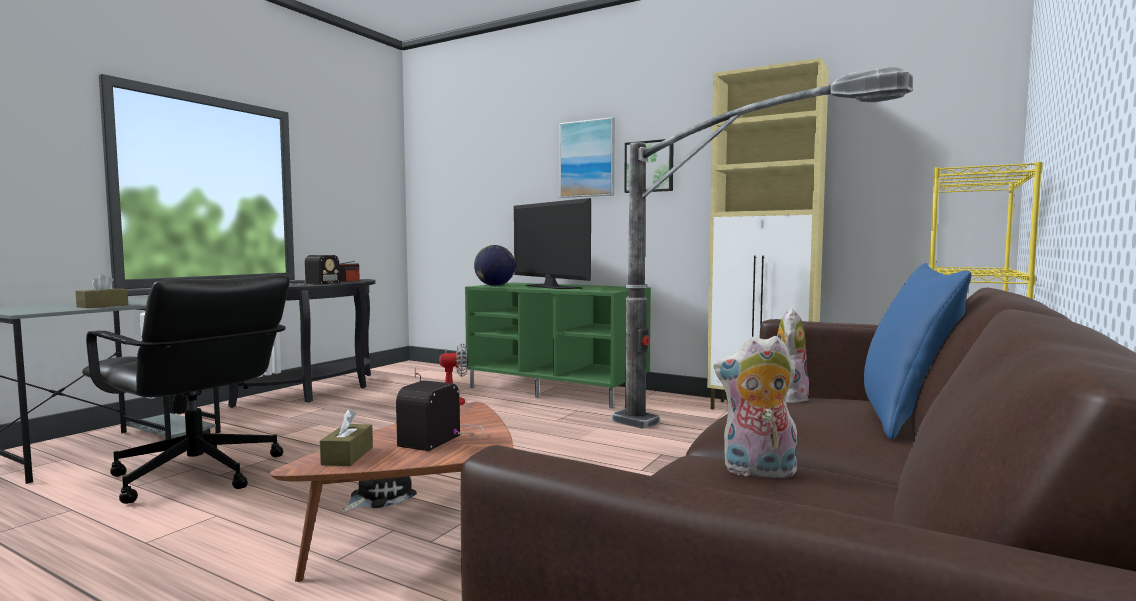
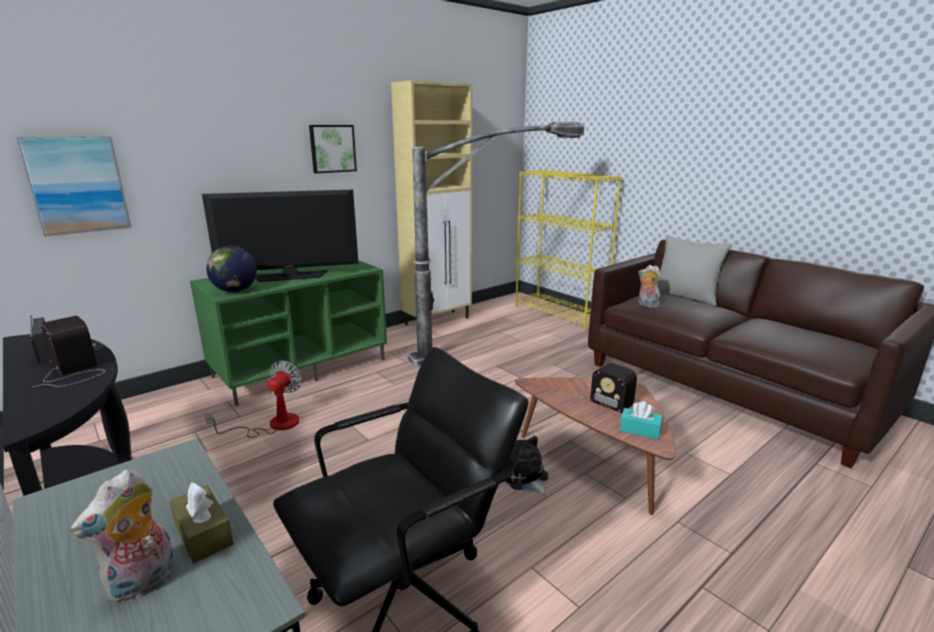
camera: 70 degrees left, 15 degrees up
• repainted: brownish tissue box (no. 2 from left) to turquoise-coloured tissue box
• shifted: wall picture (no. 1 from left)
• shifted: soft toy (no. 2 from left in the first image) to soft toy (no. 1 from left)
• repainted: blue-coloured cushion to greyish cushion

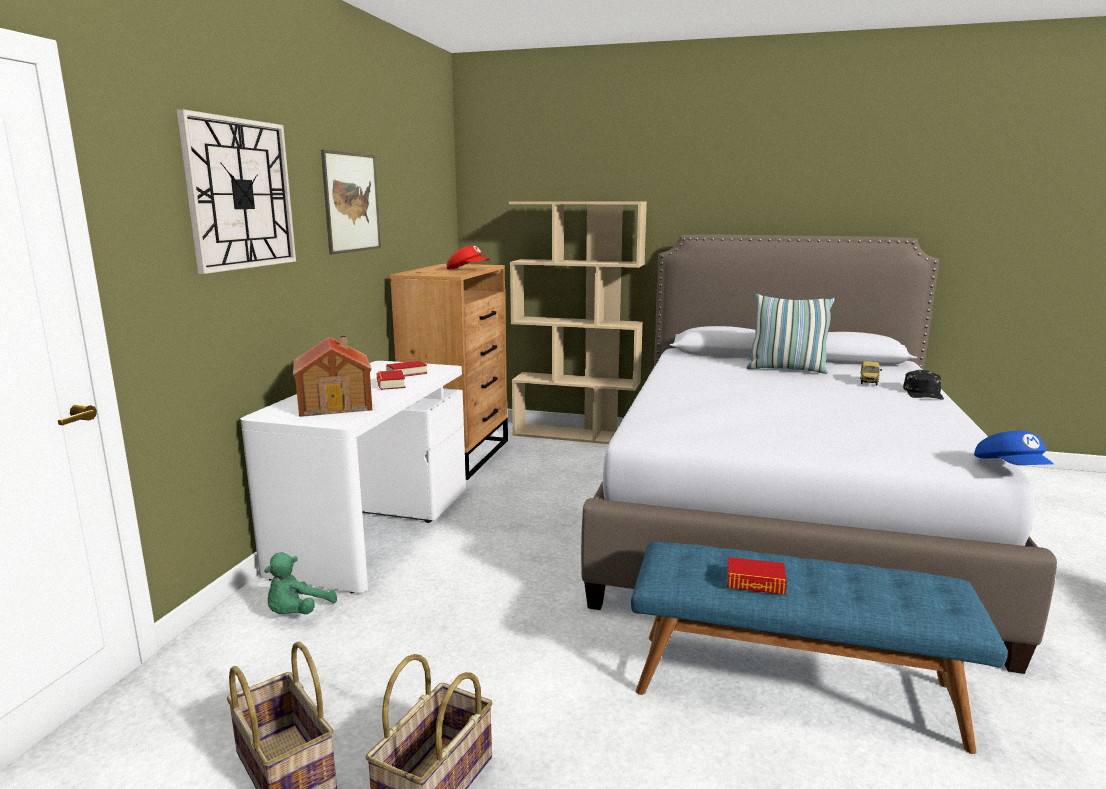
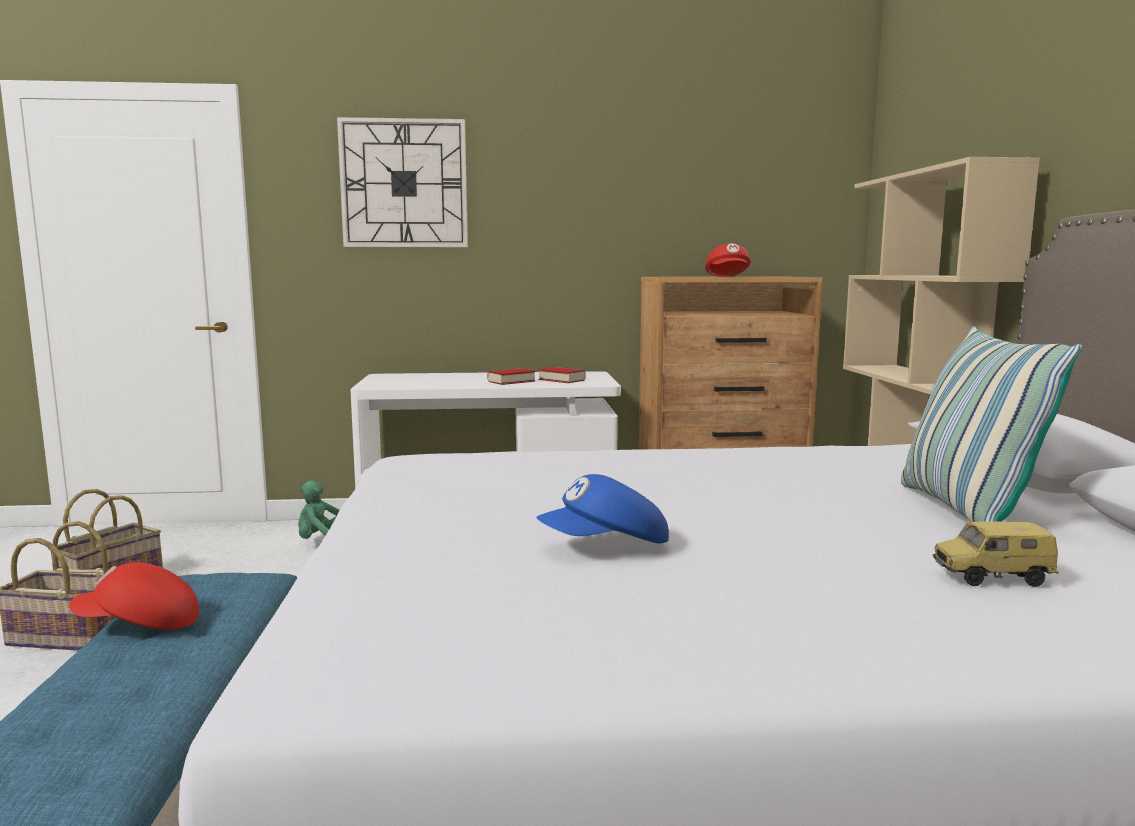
camera: 70 degrees right, 5 degrees down
• gone: miniature house
• gone: wall picture
• swapped: volume (no. 3 from left) to red baseball cap (no. 1 from left)
• gone: black-coloured baseball cap
• shifted: blue-coloured baseball cap

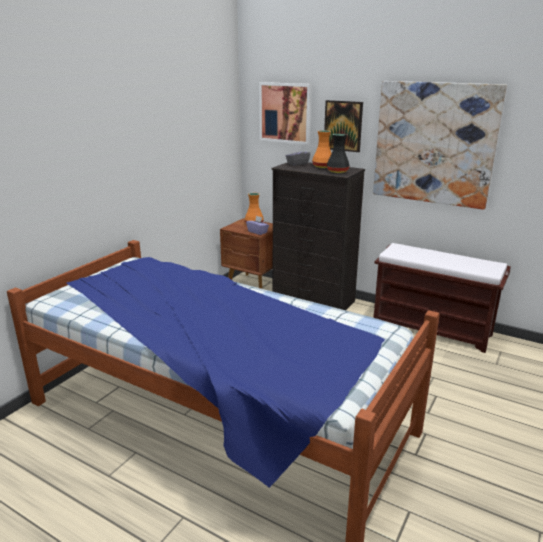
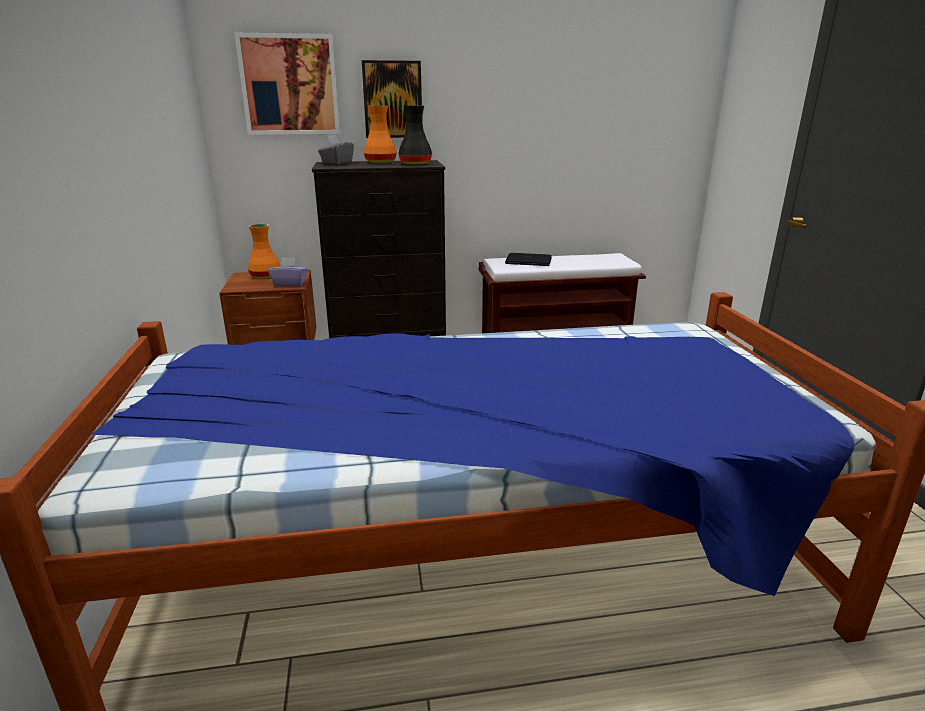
camera: 40 degrees left, 0 degrees up
• gone: wall picture (no. 3 from left)
• new: laptop

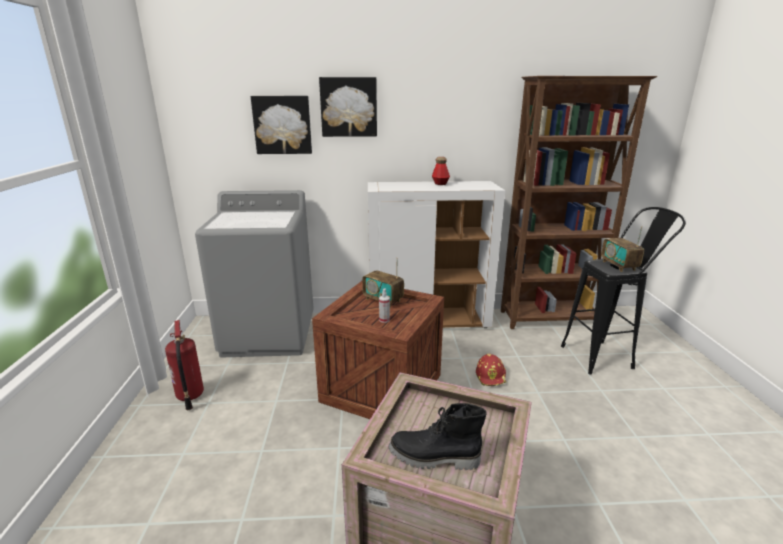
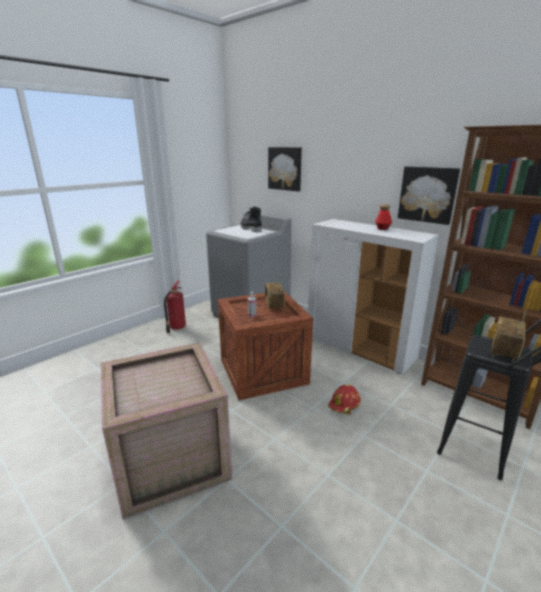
camera: 45 degrees right, 0 degrees up
• shifted: wall picture (no. 2 from left)
• shifted: black-coloured boot

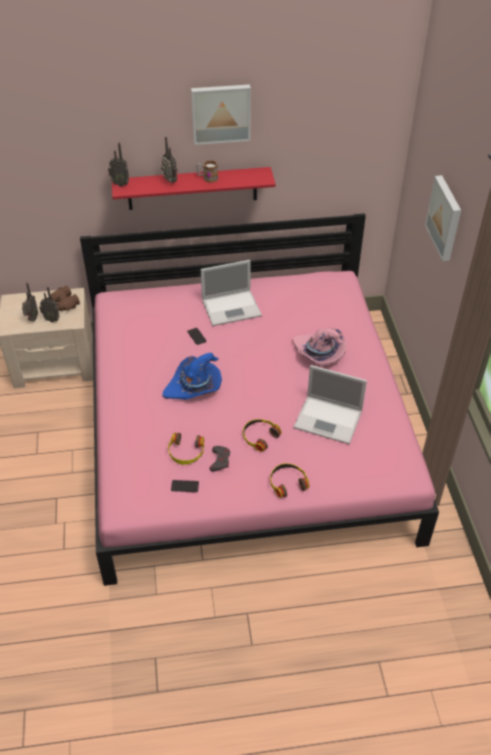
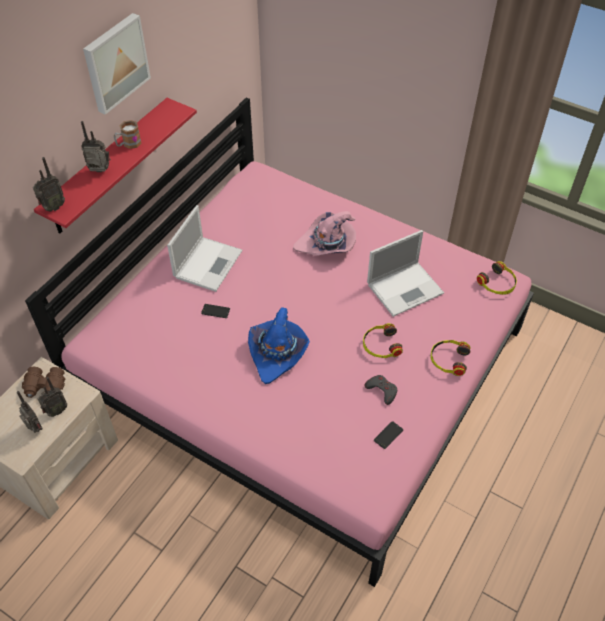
camera: 50 degrees left, 5 degrees up
• shifted: headset (no. 1 from left in the first image) to headset (no. 3 from left)
• gone: wall picture (no. 2 from left)

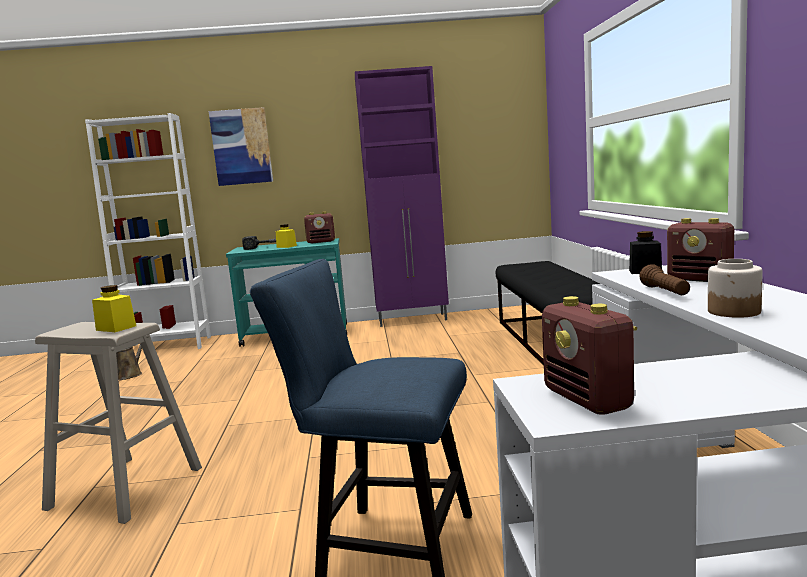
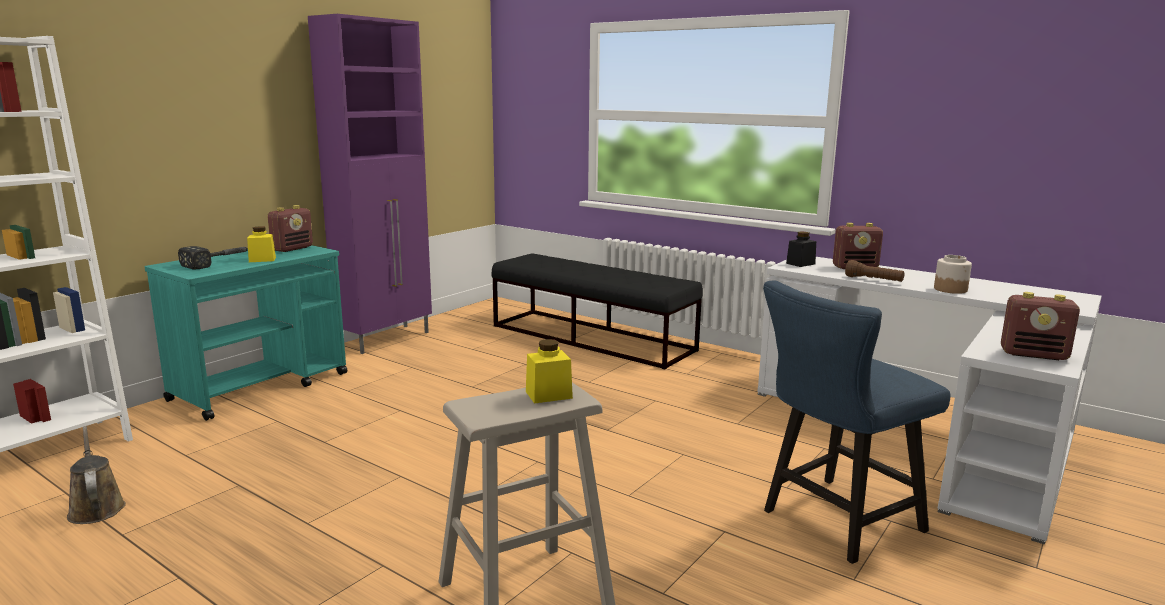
camera: 50 degrees left, 5 degrees up
• gone: wall picture

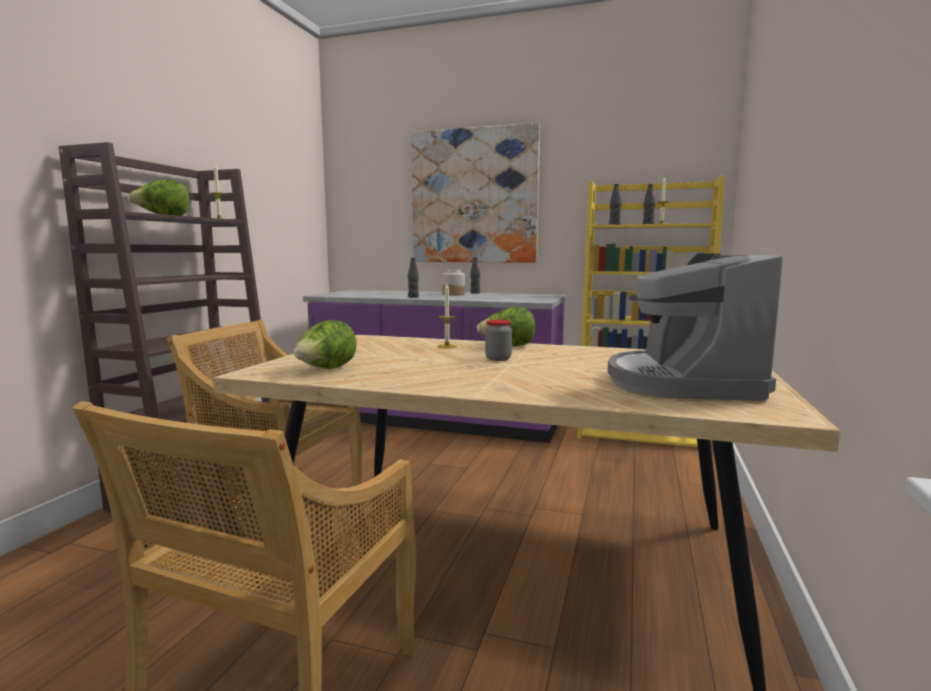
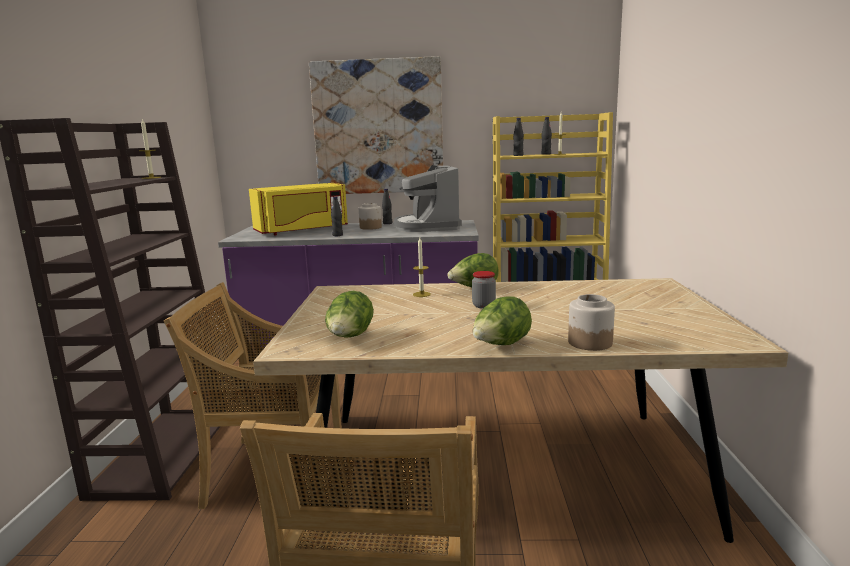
camera: 15 degrees left, 5 degrees up
• shifted: lettuce head (no. 1 from left in the first image) to lettuce head (no. 3 from left)
• shifted: coffee brewer
• new: yellow microwave
• new: jar (no. 3 from left)

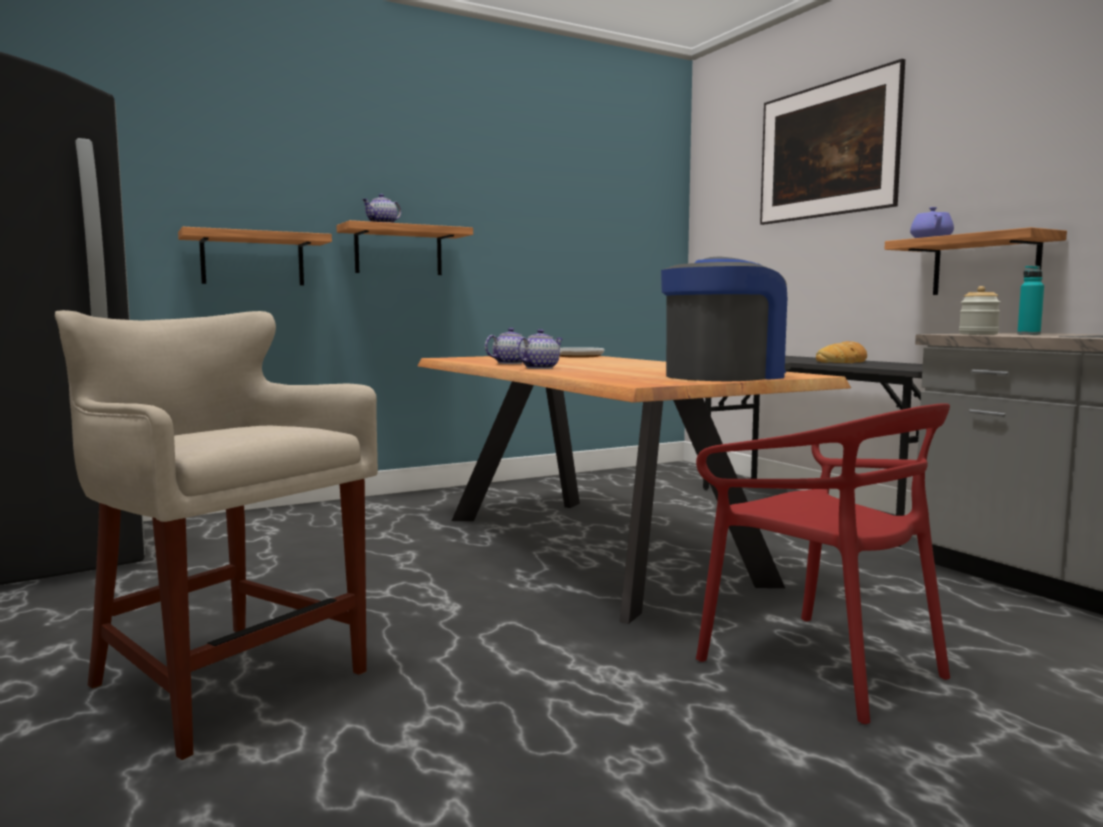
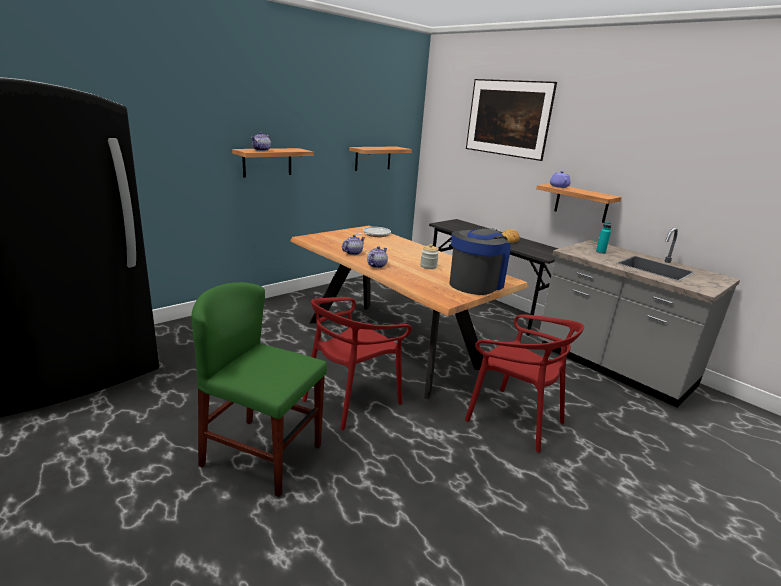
camera: 15 degrees left, 15 degrees up
• swapped: beige-coloured stool to greenish chair
• shifted: shelf (no. 1 from left in the first image) to shelf (no. 2 from left)
• shifted: jar
• new: red chair (no. 1 from left)

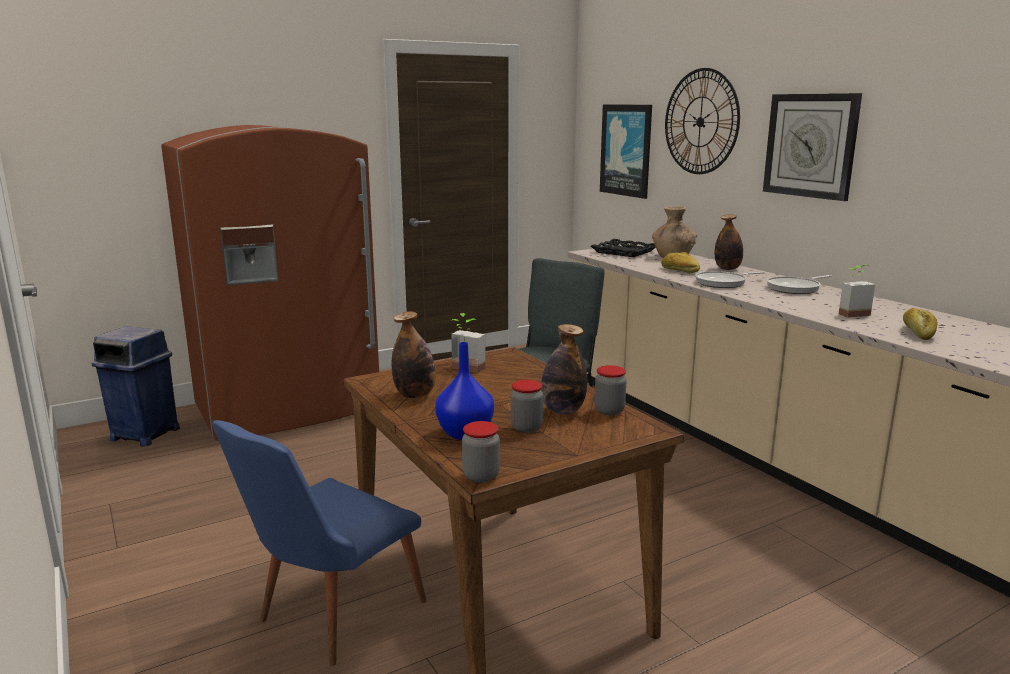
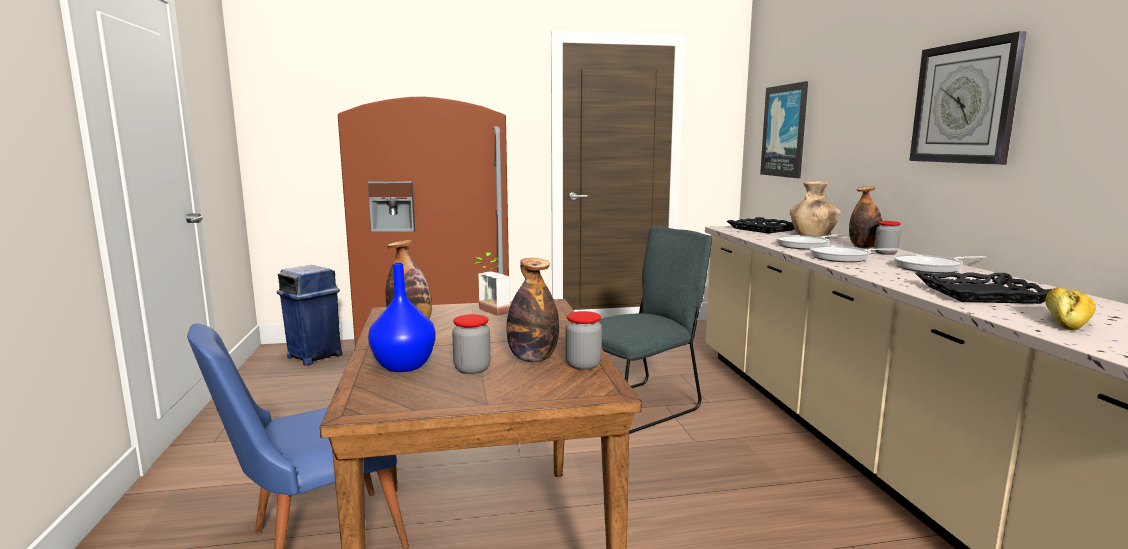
camera: 20 degrees right, 5 degrees down
• shifted: jar (no. 1 from left in the first image) to jar (no. 3 from left)
• swapped: bread (no. 1 from left) to skillet (no. 1 from left)
• gone: clock on the wall (no. 1 from left)
• swapped: houseplant (no. 2 from left) to black-coloured tray (no. 2 from left)

